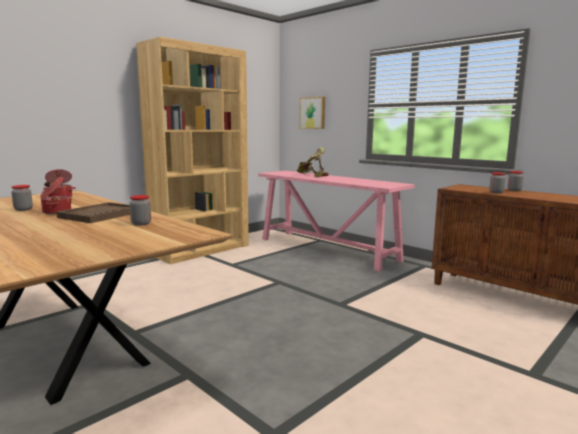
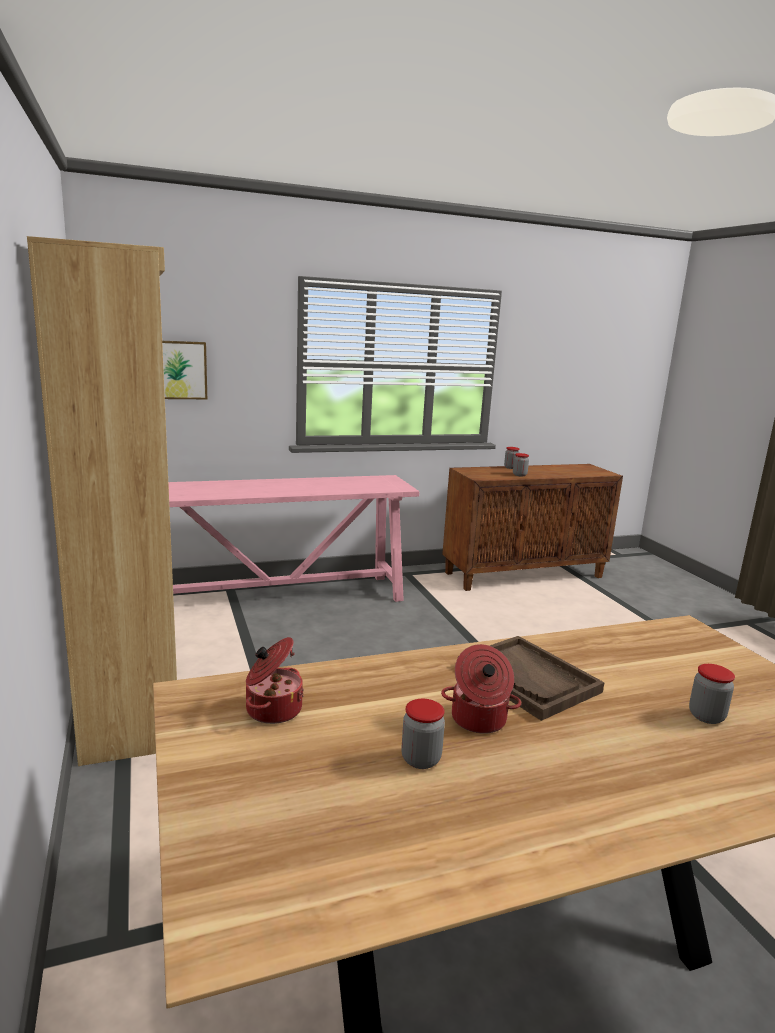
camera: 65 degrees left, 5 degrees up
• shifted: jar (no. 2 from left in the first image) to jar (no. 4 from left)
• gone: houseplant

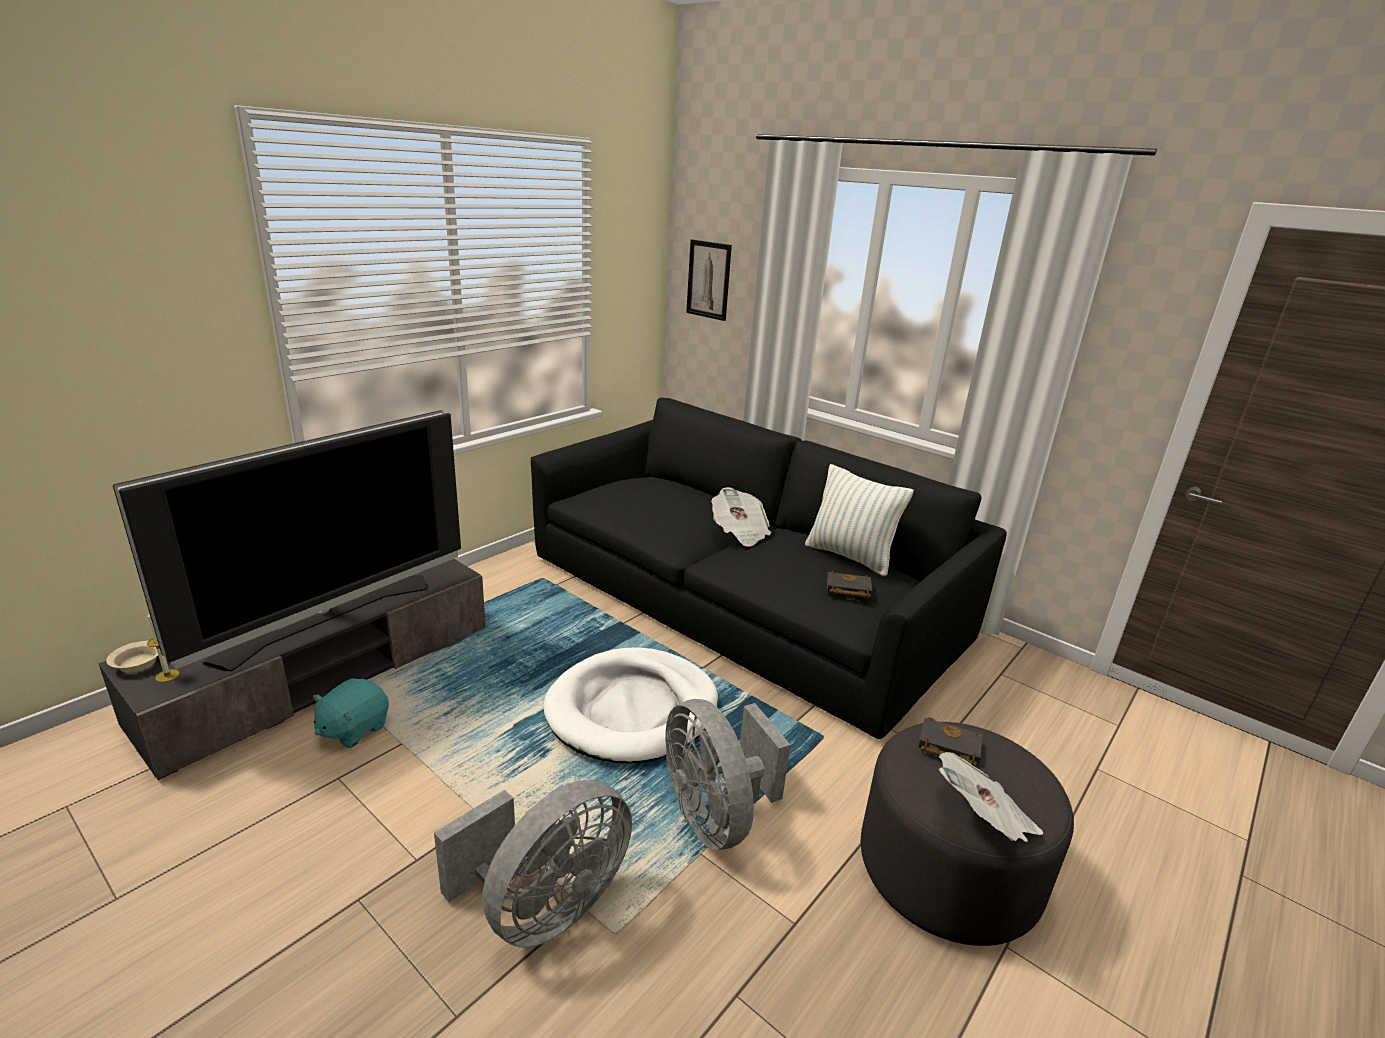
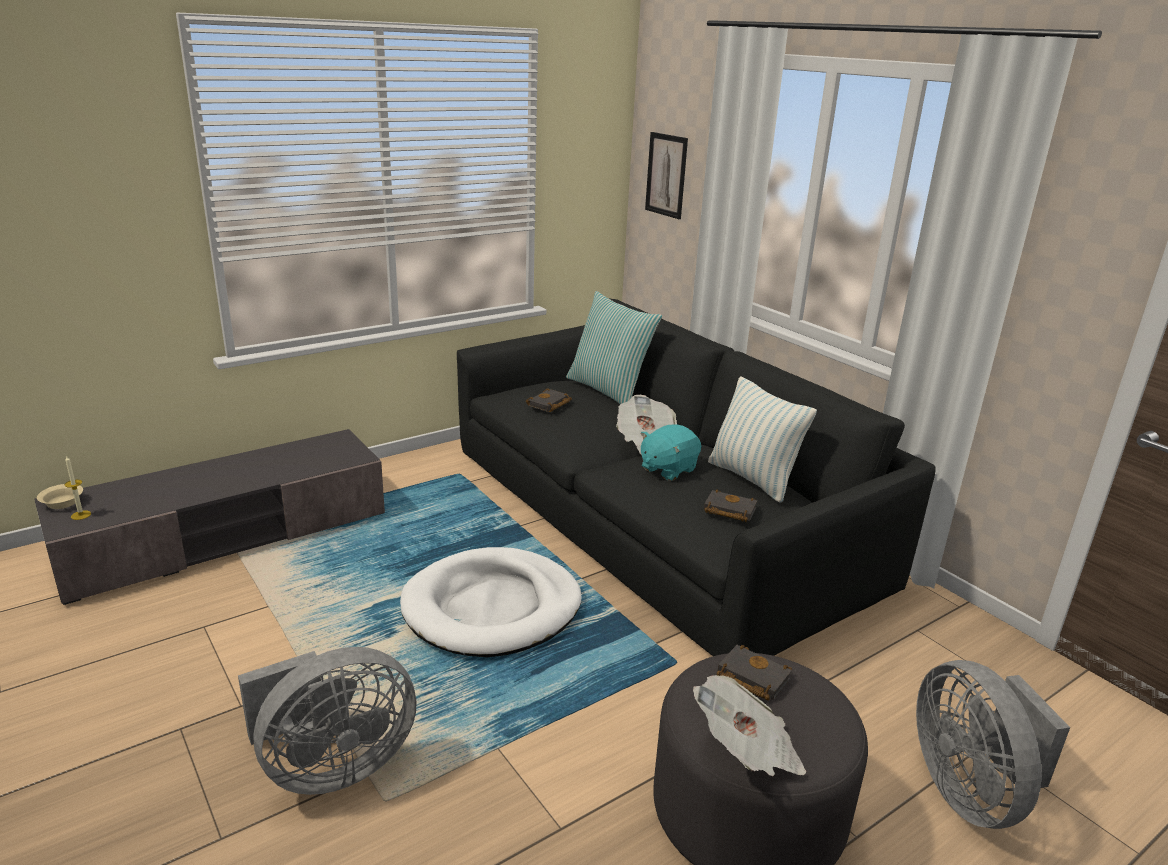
camera: 15 degrees right, 0 degrees up
• gone: television
• shifted: turquoise-coloured soft toy
• shifted: greyish fan (no. 2 from left)
• new: black-coloured volume (no. 1 from left)
• new: cushion (no. 1 from left)

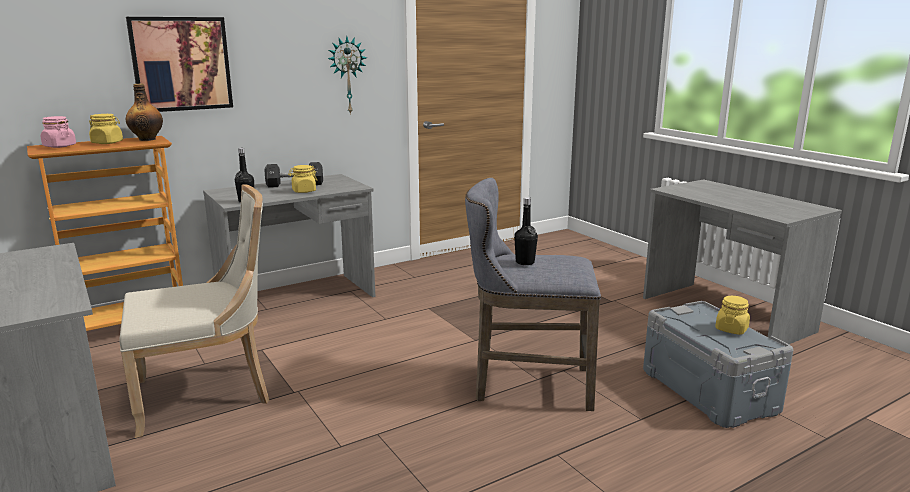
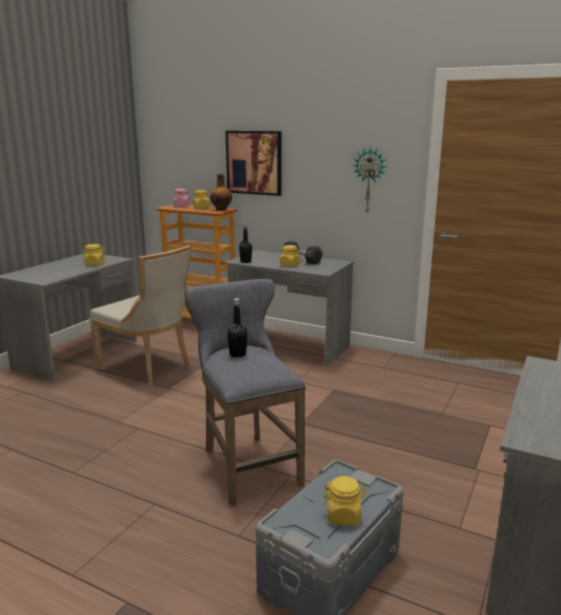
camera: 60 degrees right, 0 degrees up
• new: yellow jar (no. 1 from left)

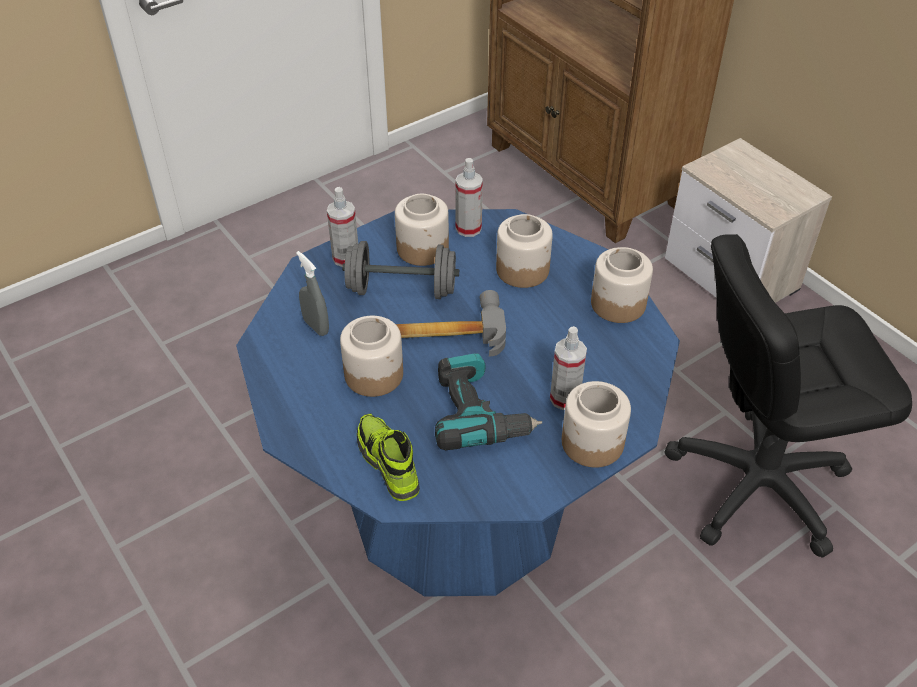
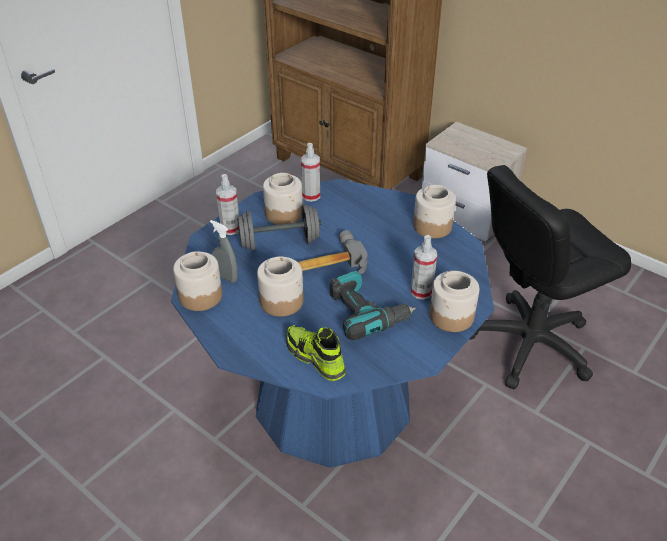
camera: 15 degrees left, 5 degrees down
• shifted: jar (no. 3 from left in the first image) to jar (no. 1 from left)

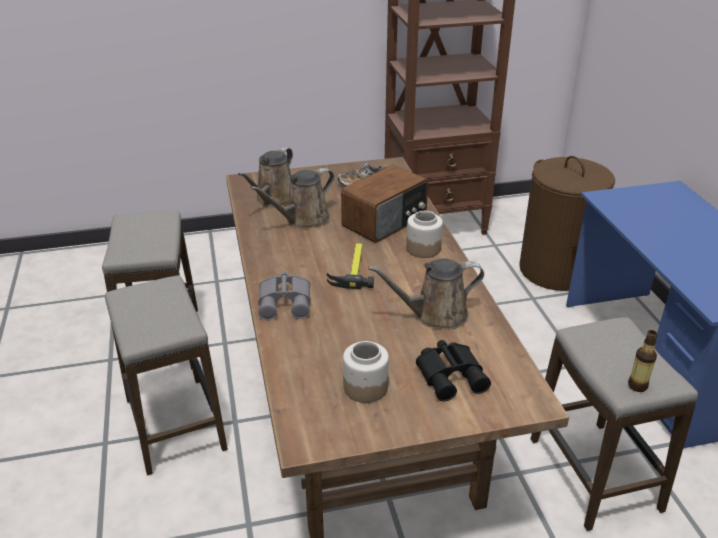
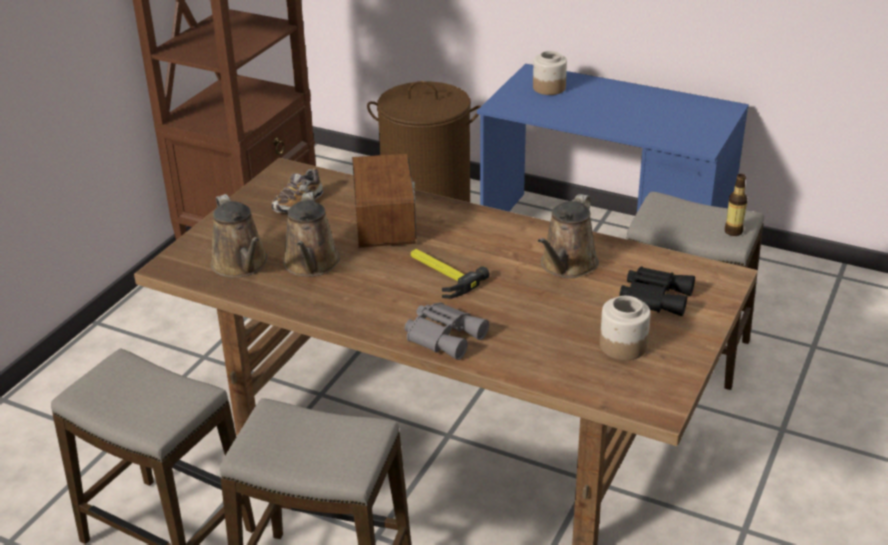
camera: 50 degrees left, 0 degrees up
• shifted: jar (no. 2 from left in the first image) to jar (no. 1 from left)

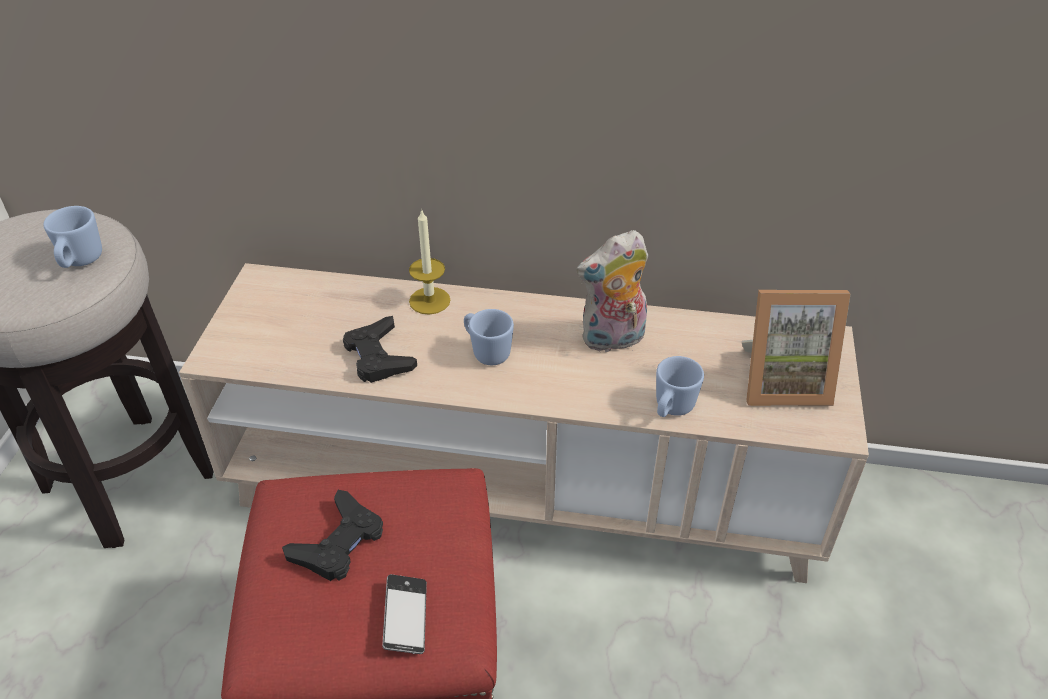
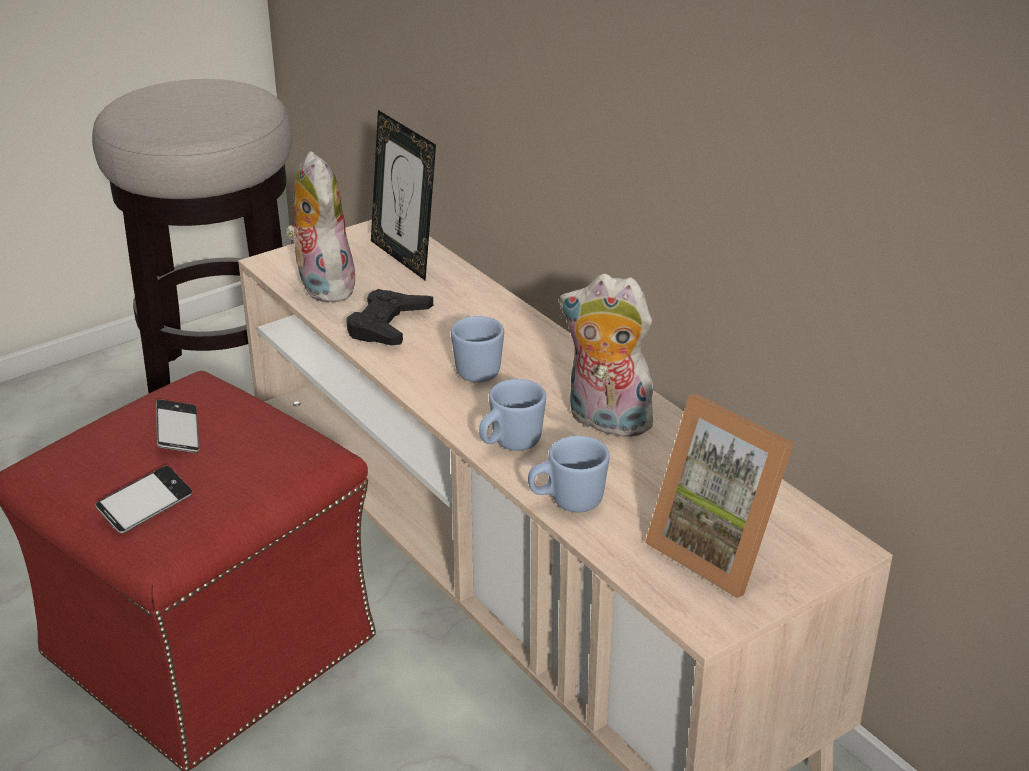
camera: 45 degrees right, 10 degrees down
• shifted: blue-coloured coffee mug (no. 1 from left in the first image) to blue-coloured coffee mug (no. 2 from left)
• swapped: black-coloured gamepad (no. 1 from left) to phone (no. 2 from left)
• gone: candle
• new: soft toy (no. 1 from left)
• new: picture frame (no. 1 from left)

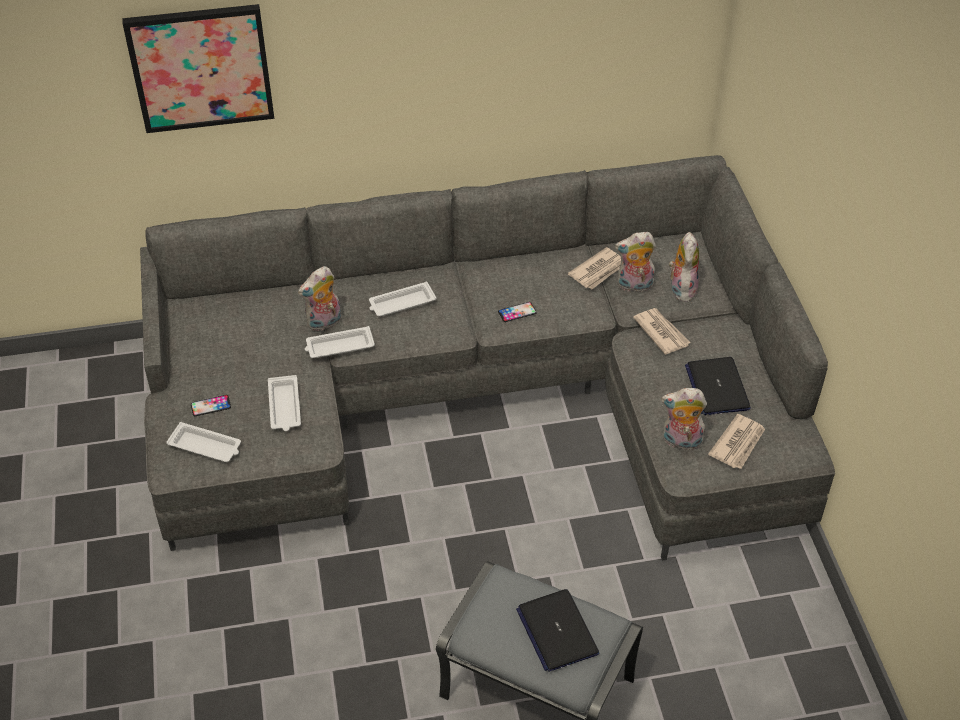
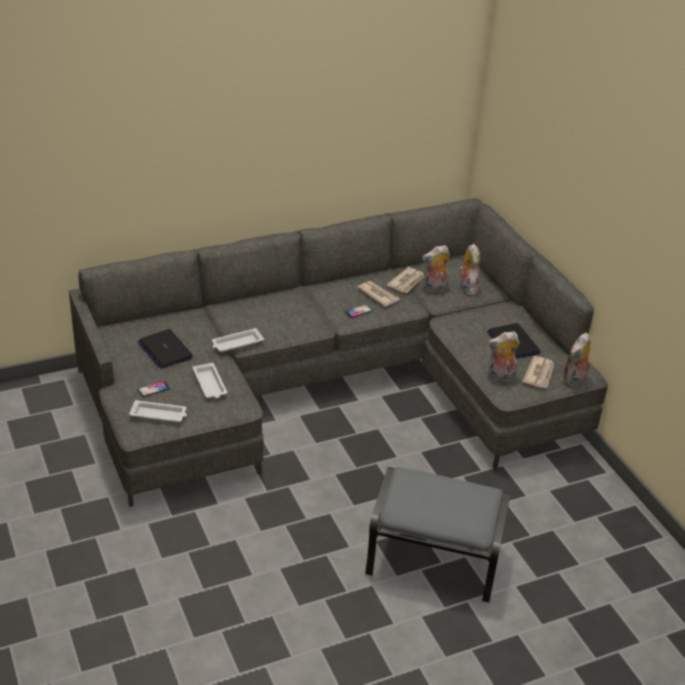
camera: 15 degrees left, 10 degrees down
• gone: wall picture
• shifted: soft toy (no. 1 from left in the first image) to soft toy (no. 4 from left)
• gone: whitish tray (no. 4 from left)
• shifted: laptop (no. 1 from left)
• shifted: printed paper (no. 2 from left in the first image) to printed paper (no. 1 from left)

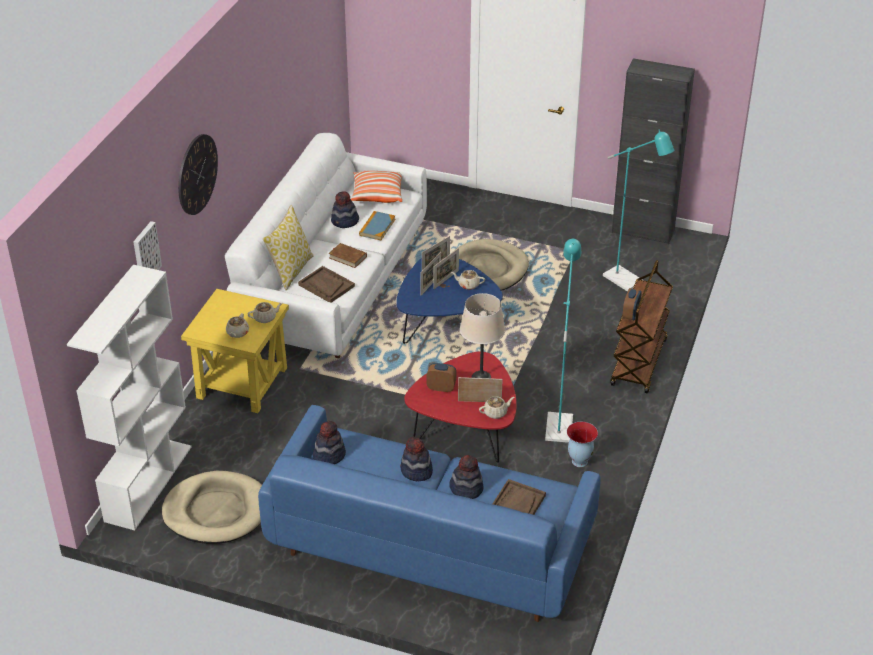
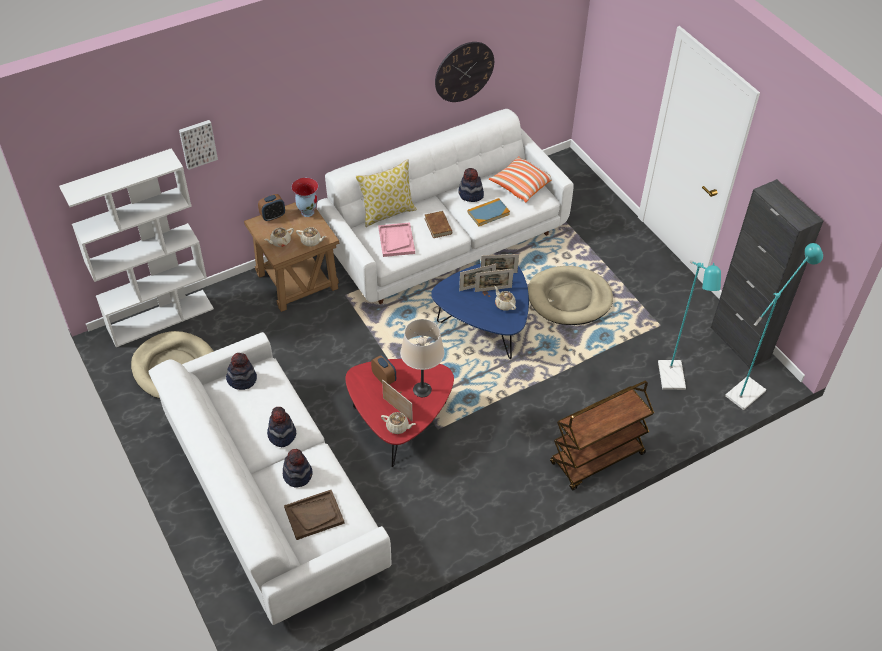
camera: 40 degrees right, 10 degrees up
• shifted: clock on the wall
• repainted: yellow end table to brownish end table
• repainted: blue-coloured settee to whitish settee (no. 1 from left)
• repainted: brownish tray (no. 1 from left) to pink tray
• shifted: turquoise-coloured standing lamp (no. 1 from left in the first image) to turquoise-coloured standing lamp (no. 2 from left)
• shifted: vase
• shifted: bedside clock (no. 2 from left in the first image) to bedside clock (no. 1 from left)

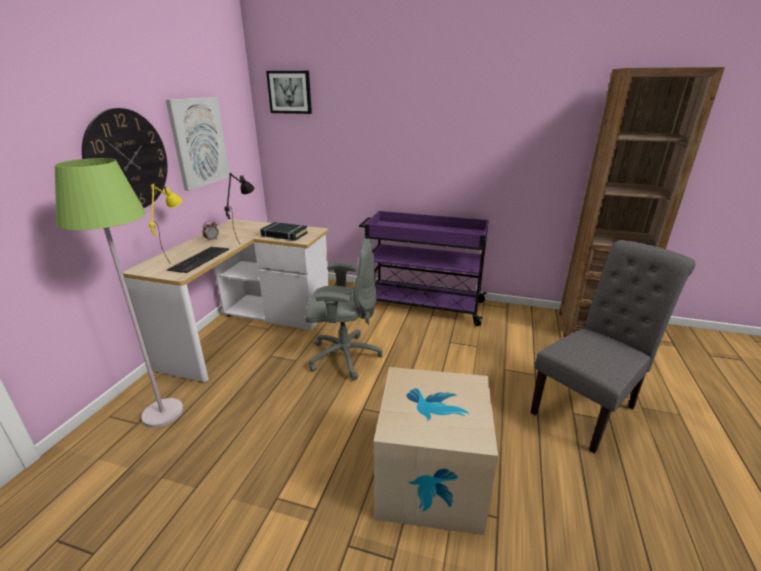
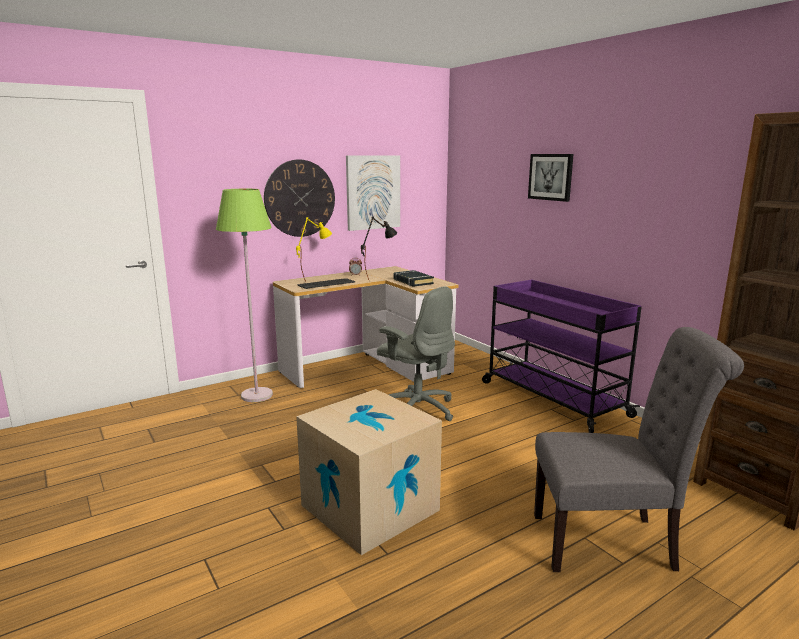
camera: 40 degrees right, 10 degrees down
• shifted: wall picture (no. 2 from left)

